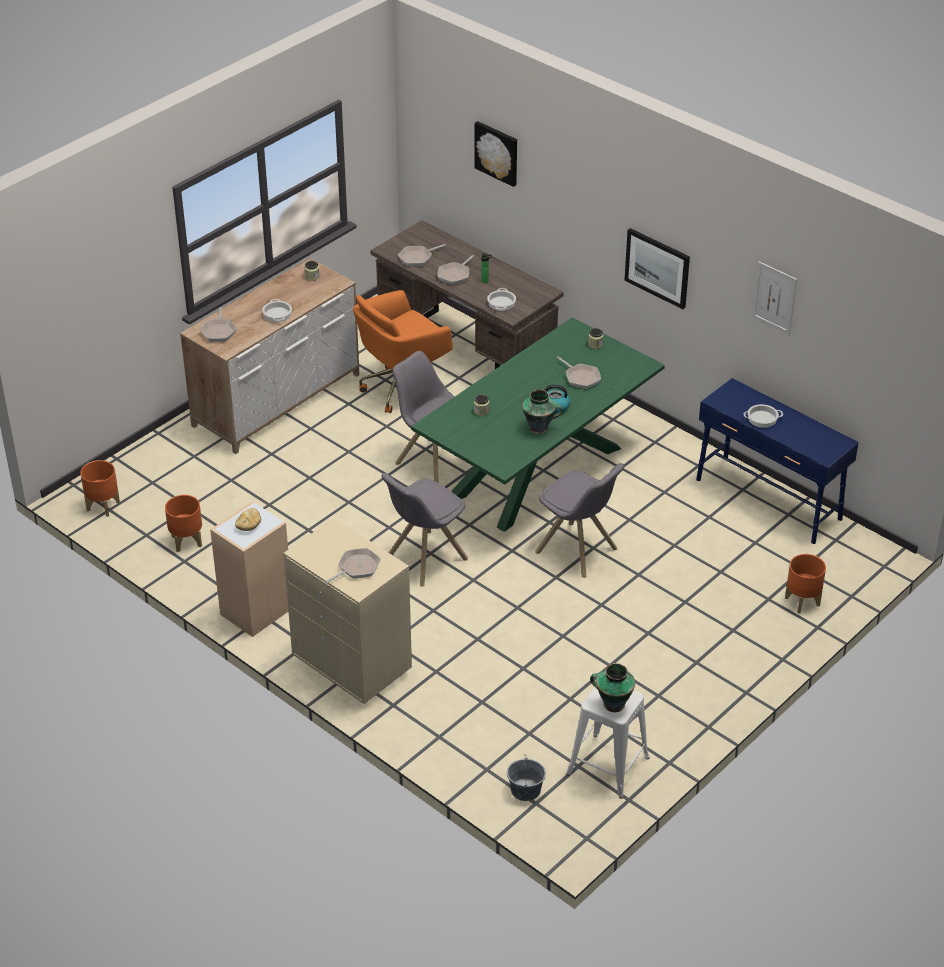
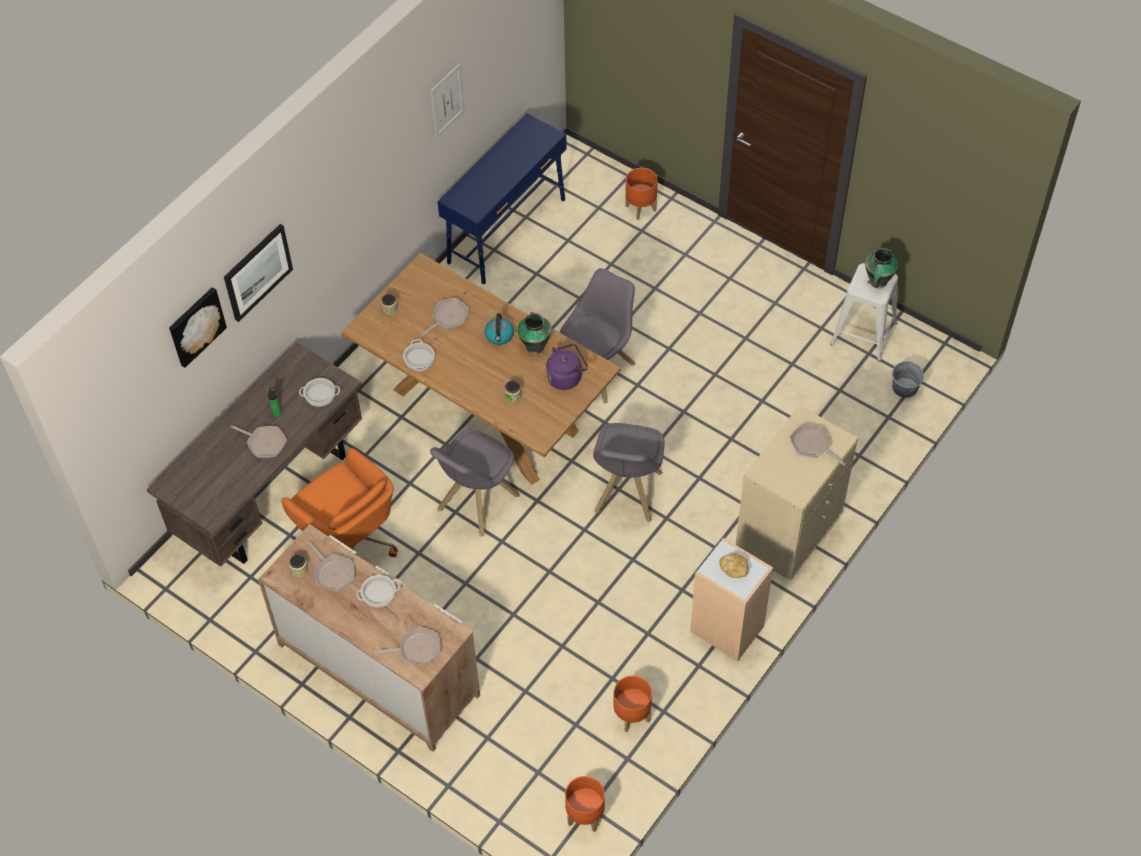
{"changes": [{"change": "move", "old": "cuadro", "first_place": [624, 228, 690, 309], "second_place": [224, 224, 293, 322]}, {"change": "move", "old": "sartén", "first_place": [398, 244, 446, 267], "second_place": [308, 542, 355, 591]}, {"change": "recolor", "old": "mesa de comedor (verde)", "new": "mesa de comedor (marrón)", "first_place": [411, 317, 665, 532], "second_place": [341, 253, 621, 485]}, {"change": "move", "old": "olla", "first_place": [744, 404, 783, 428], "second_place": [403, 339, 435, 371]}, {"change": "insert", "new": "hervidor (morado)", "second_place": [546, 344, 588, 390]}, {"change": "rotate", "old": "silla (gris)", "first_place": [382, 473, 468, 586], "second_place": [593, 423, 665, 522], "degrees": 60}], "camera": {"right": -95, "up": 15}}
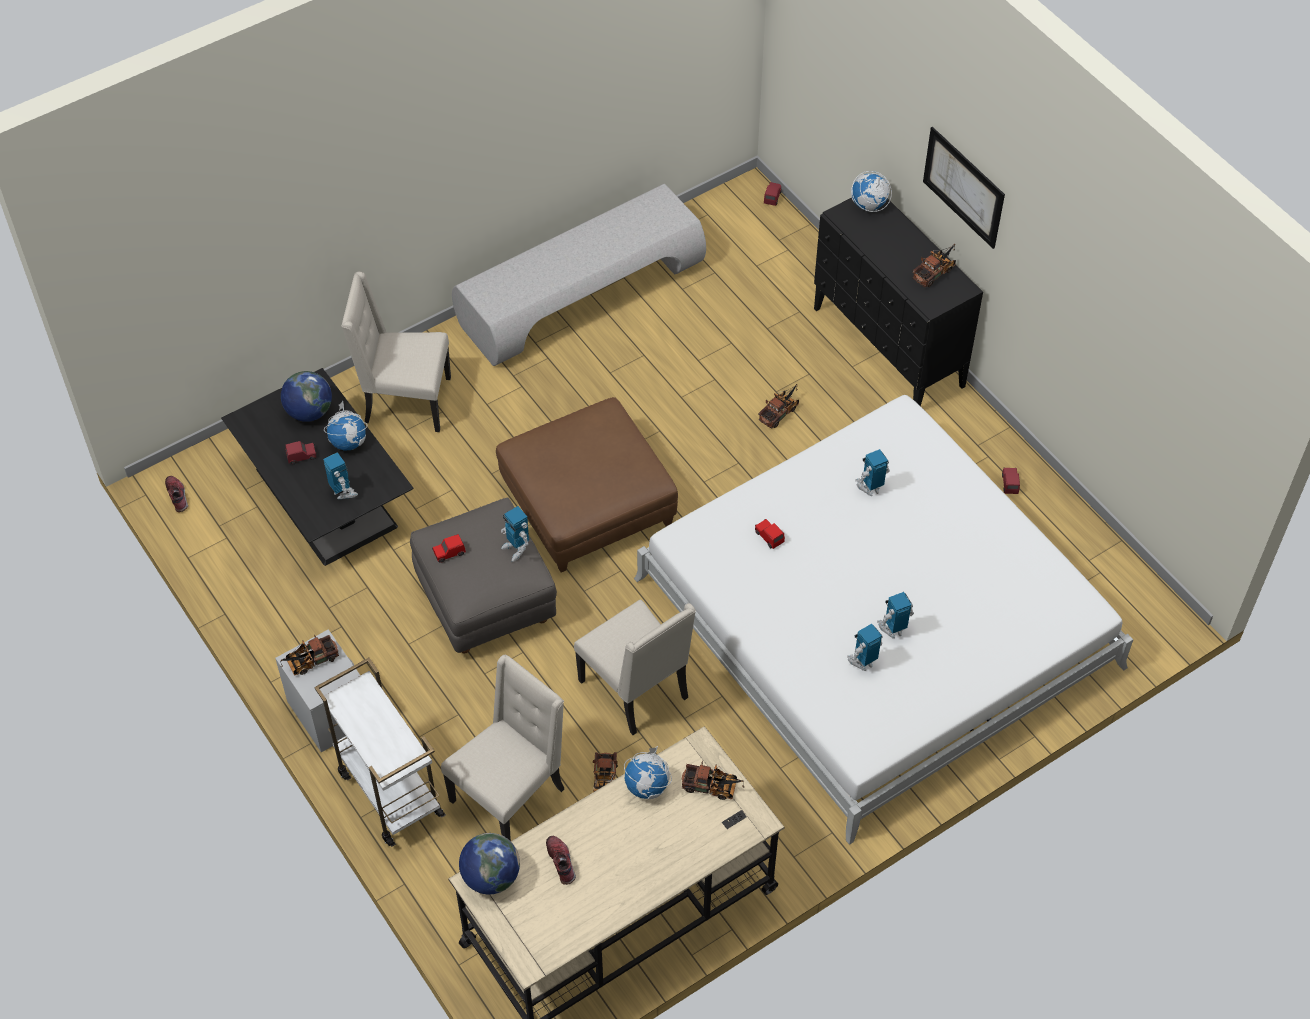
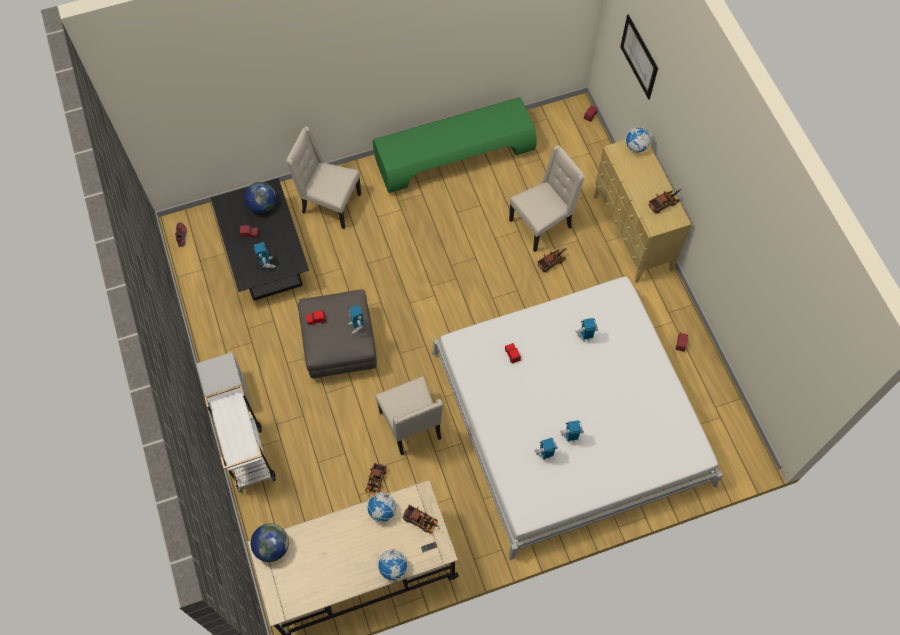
{"changes": [{"change": "recolor", "old": "banco (gris)", "new": "banco (verde)", "first_place": [452, 184, 706, 366], "second_place": [373, 97, 537, 193]}, {"change": "move", "old": "globo terráqueo", "first_place": [324, 401, 367, 450], "second_place": [376, 548, 409, 580]}, {"change": "move", "old": "silla (beis)", "first_place": [441, 655, 564, 841], "second_place": [509, 145, 585, 252]}, {"change": "recolor", "old": "cómoda (negro)", "new": "cómoda (beis)", "first_place": [814, 197, 983, 406], "second_place": [594, 140, 691, 283]}, {"change": "move", "old": "cuadro", "first_place": [923, 127, 1005, 249], "second_place": [620, 14, 658, 100]}, {"change": "delete", "old": "camión de juguete", "first_place": [280, 634, 339, 675]}, {"change": "delete", "old": "puf (marrón)", "first_place": [496, 397, 678, 572]}, {"change": "delete", "old": "zapato", "first_place": [546, 836, 576, 885]}], "camera": {"right": 15, "up": 10}}
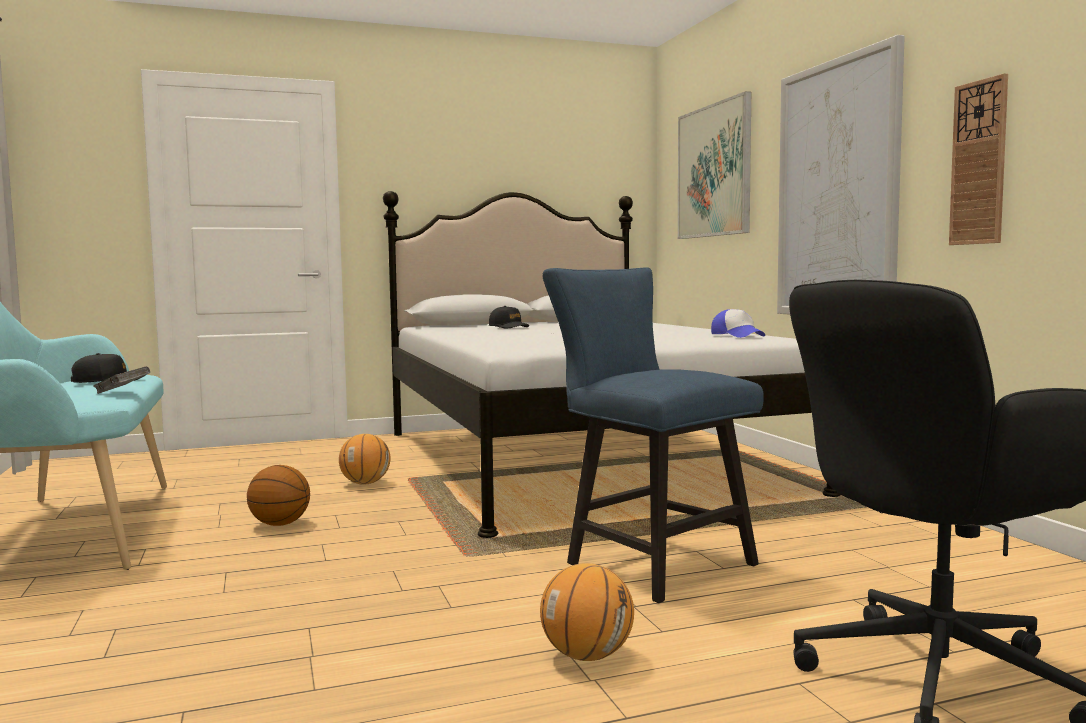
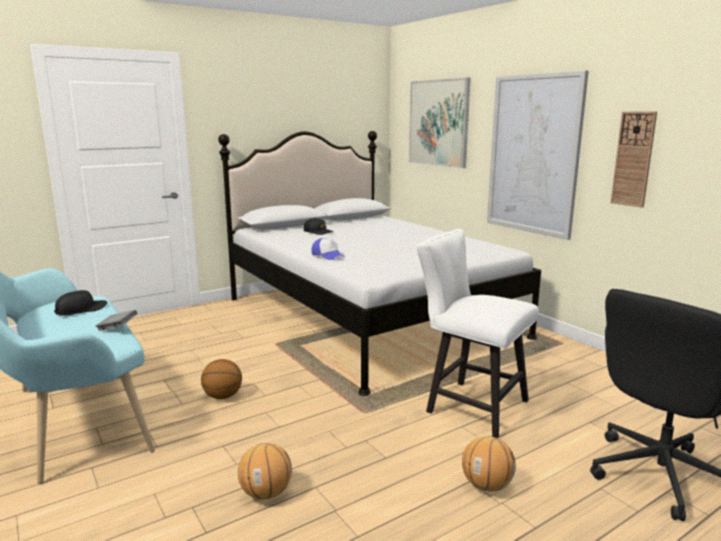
{"changes": [{"change": "move", "old": "balón de baloncesto", "first_place": [339, 434, 390, 485], "second_place": [238, 443, 292, 500]}, {"change": "move", "old": "gorra", "first_place": [711, 309, 765, 338], "second_place": [311, 238, 345, 260]}, {"change": "recolor", "old": "silla (azul)", "new": "silla (blanco)", "first_place": [542, 267, 764, 603], "second_place": [416, 229, 539, 438]}], "camera": {"right": -15, "up": 10}}
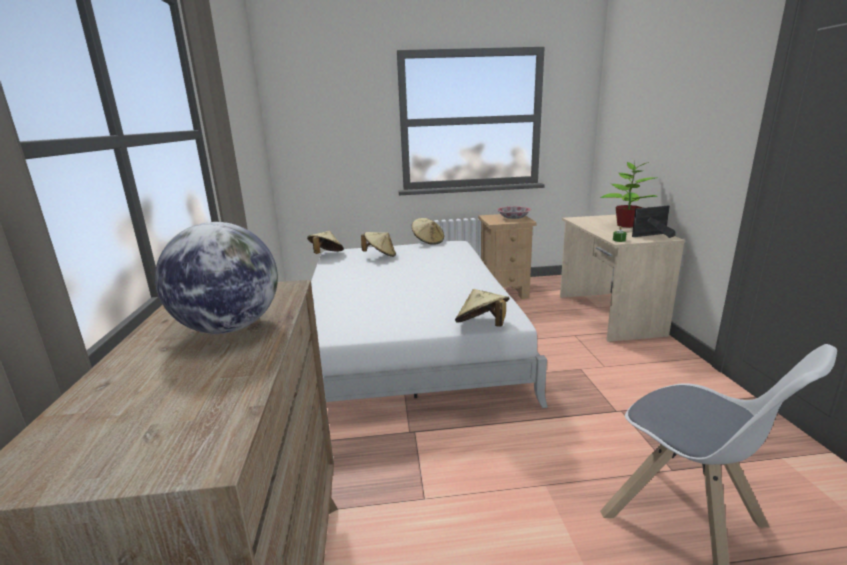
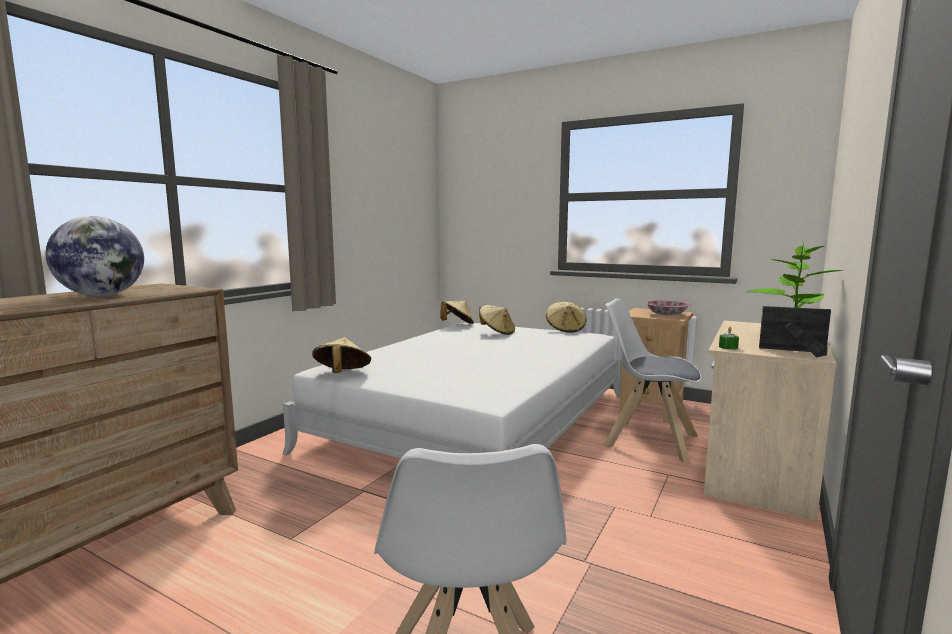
{"changes": [{"change": "move", "old": "sombrero (beis)", "first_place": [455, 289, 510, 327], "second_place": [312, 337, 371, 373]}, {"change": "insert", "new": "silla", "second_place": [603, 298, 702, 463]}], "camera": {"right": 35, "up": -10}}
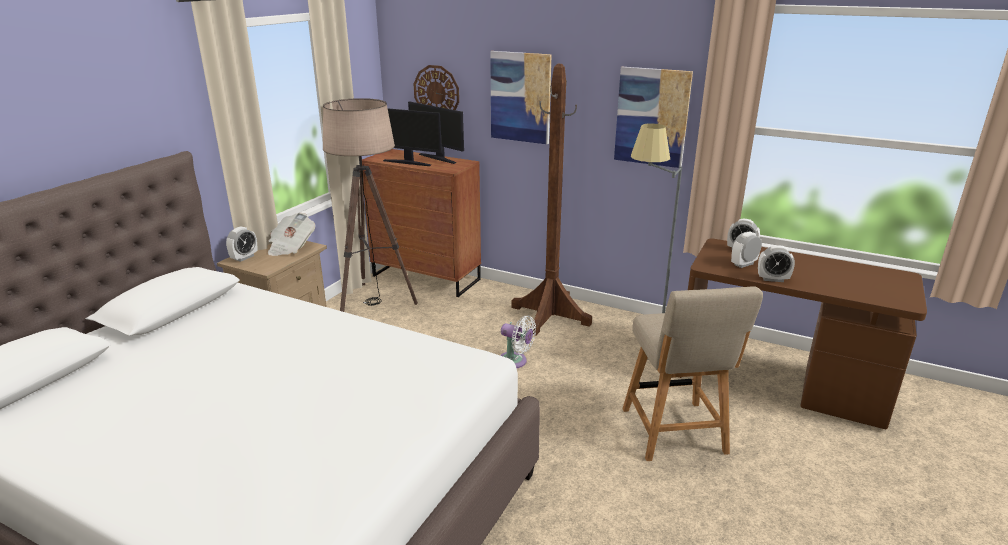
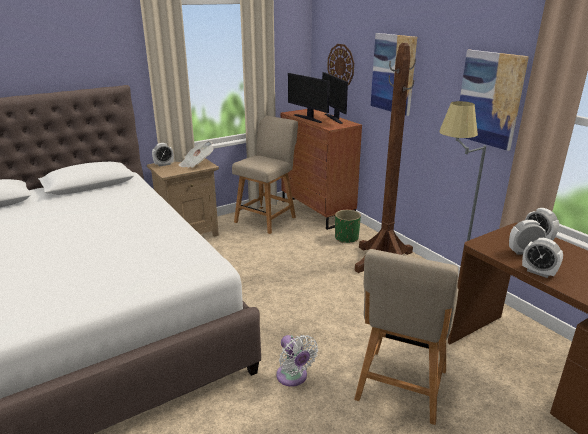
{"changes": [{"change": "replace", "old": "lámpara de pie", "new": "silla (beis)", "first_place": [323, 98, 418, 312], "second_place": [232, 116, 298, 234]}, {"change": "move", "old": "ventilador (blanco)", "first_place": [500, 316, 536, 368], "second_place": [276, 335, 318, 387]}, {"change": "insert", "new": "maceta (verde)", "second_place": [335, 210, 361, 243]}], "camera": {"right": 30, "up": 0}}
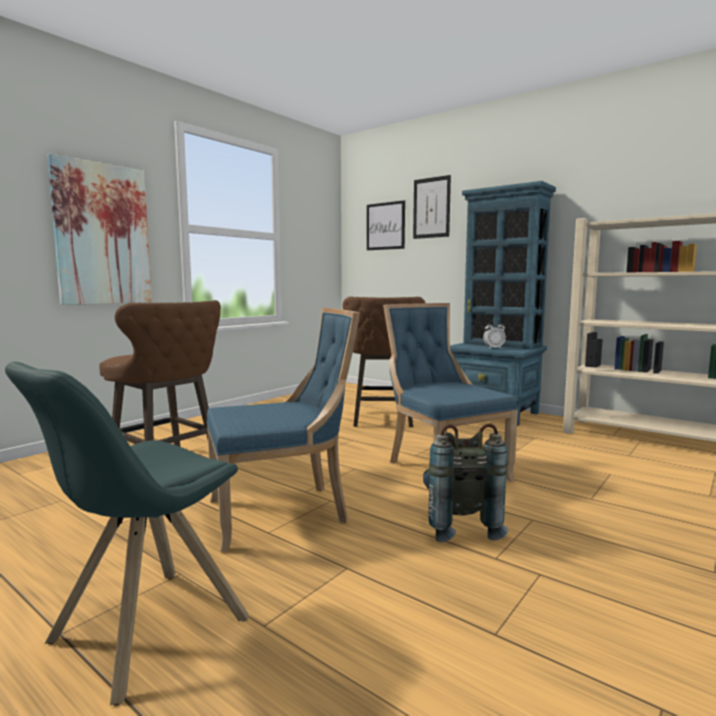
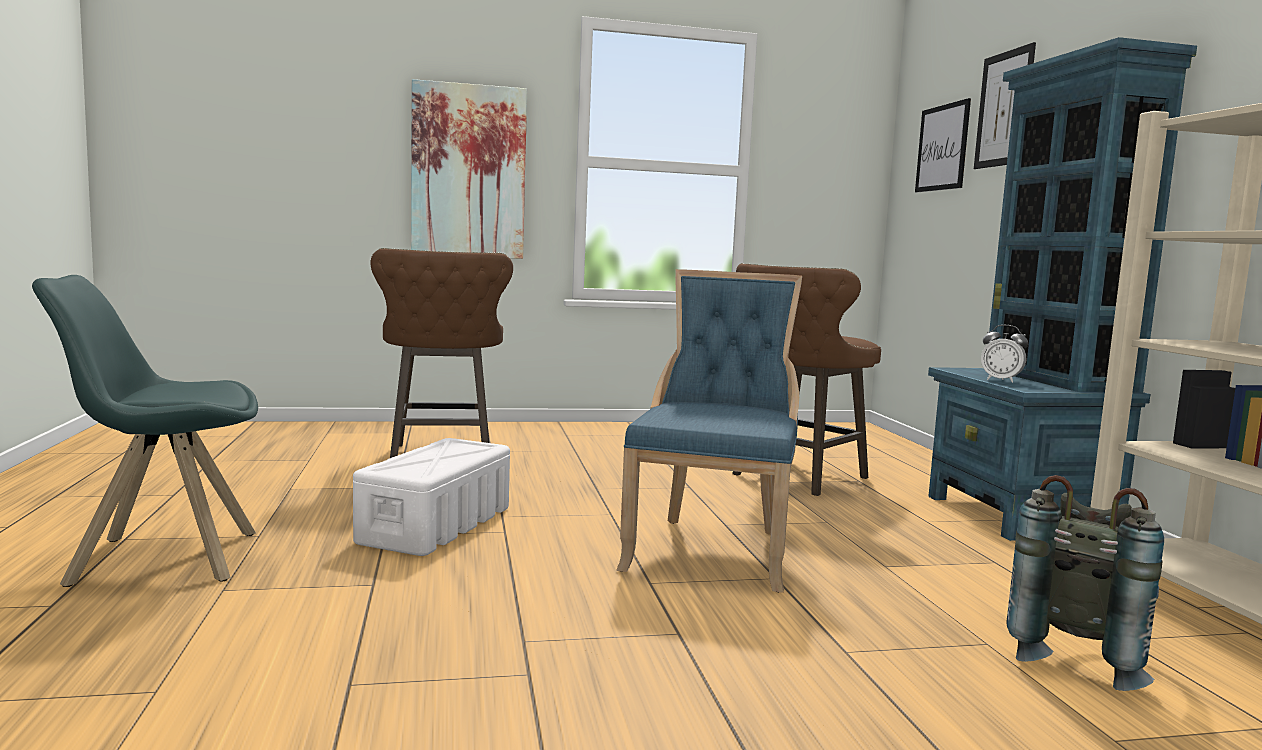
{"changes": [{"change": "replace", "old": "silla (azul)", "new": "caja de almacenaje (blanco)", "first_place": [207, 307, 360, 552], "second_place": [353, 438, 510, 556]}, {"change": "move", "old": "mochila (gris)", "first_place": [423, 423, 508, 542], "second_place": [1006, 475, 1164, 691]}], "camera": {"right": 40, "up": 0}}
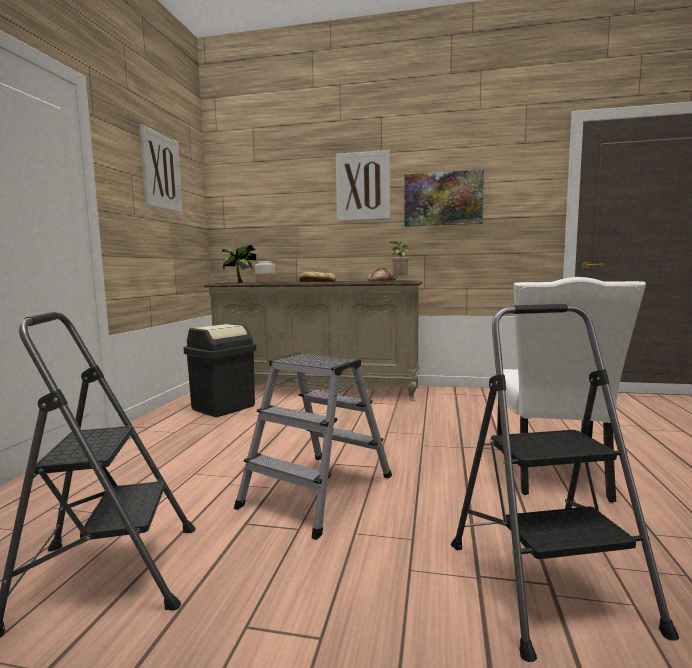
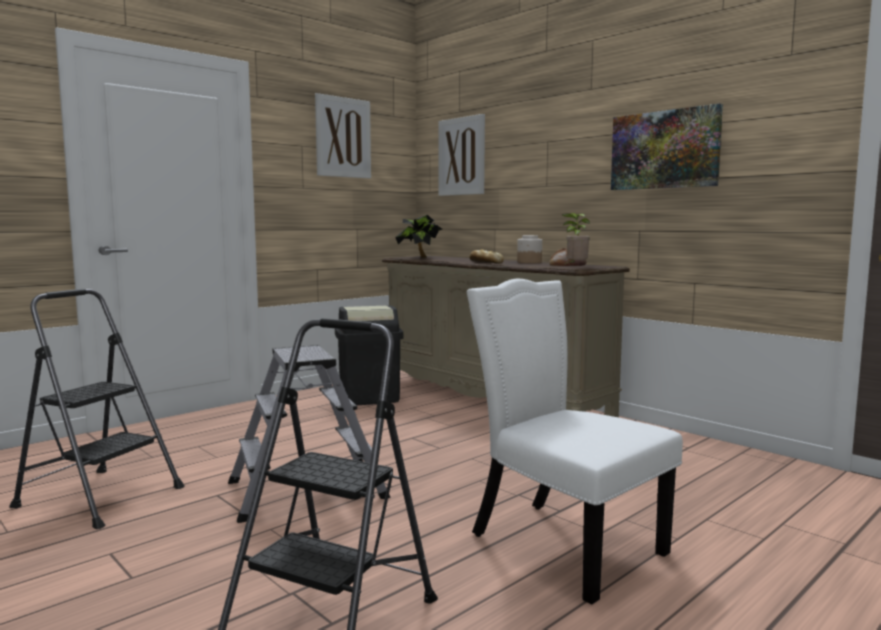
{"changes": [{"change": "move", "old": "cuadro", "first_place": [336, 150, 390, 221], "second_place": [438, 114, 485, 196]}, {"change": "rotate", "old": "silla (blanco)", "first_place": [495, 277, 646, 503], "second_place": [467, 279, 683, 605], "degrees": 90}, {"change": "move", "old": "tarro", "first_place": [255, 261, 275, 283], "second_place": [517, 235, 542, 263]}], "camera": {"right": 35, "up": 0}}
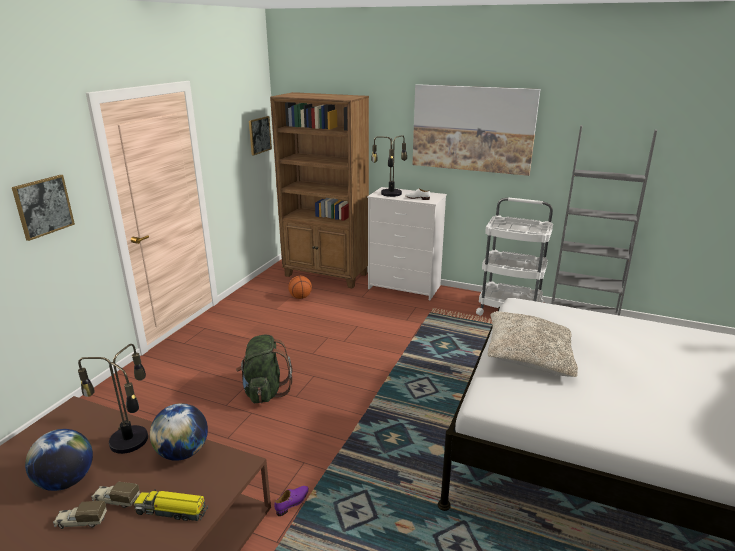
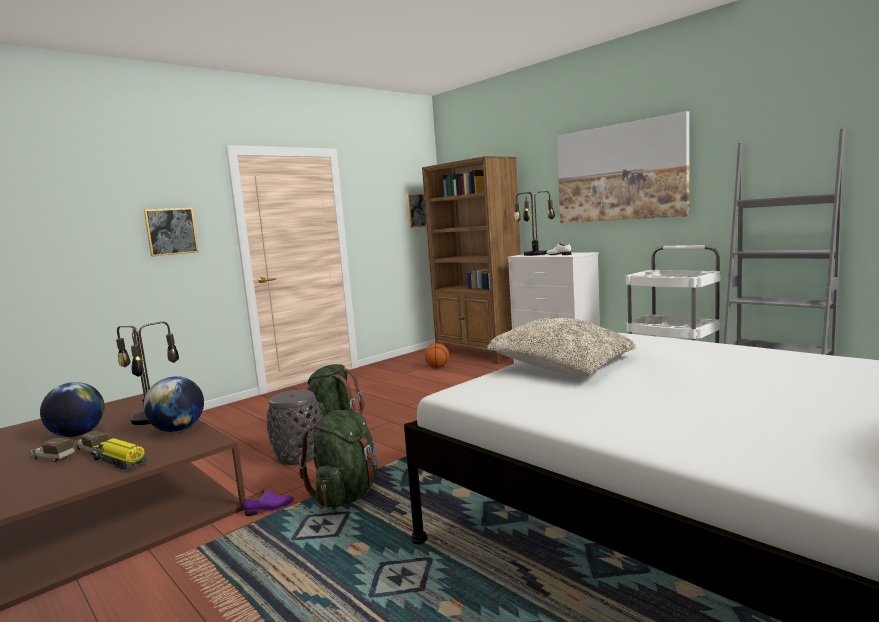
{"changes": [{"change": "insert", "new": "taburete (gris)", "second_place": [267, 390, 322, 465]}, {"change": "insert", "new": "mochila (verde)", "second_place": [299, 410, 378, 508]}], "camera": {"right": 25, "up": -15}}
